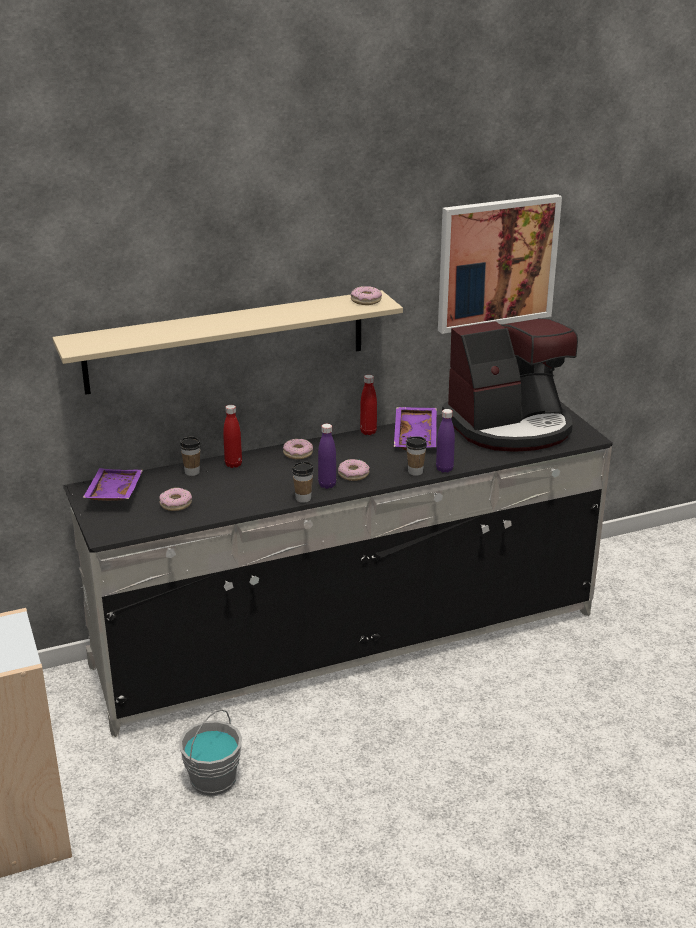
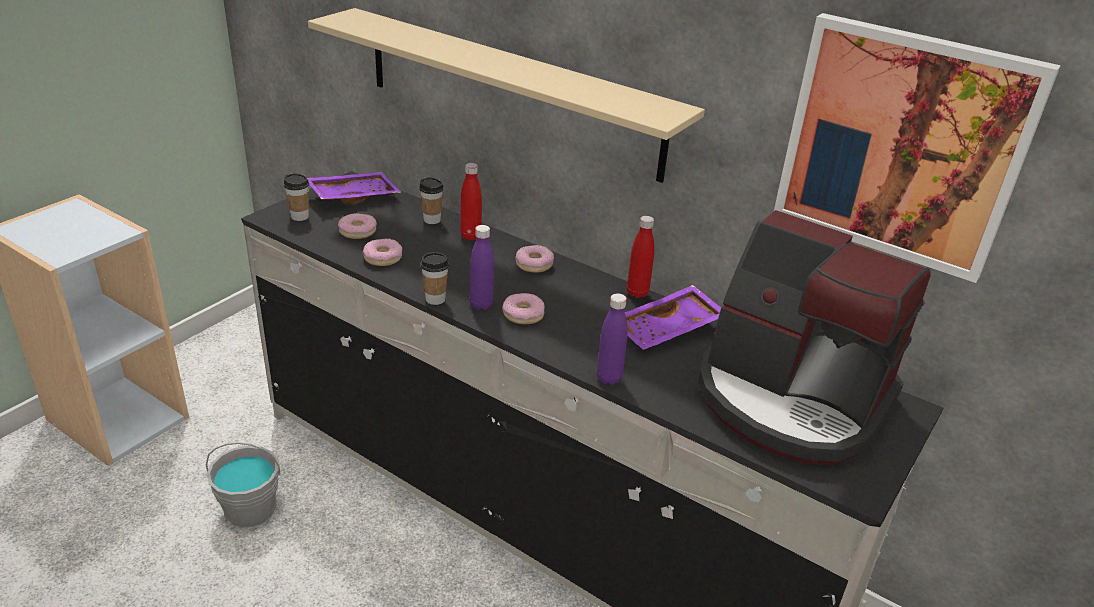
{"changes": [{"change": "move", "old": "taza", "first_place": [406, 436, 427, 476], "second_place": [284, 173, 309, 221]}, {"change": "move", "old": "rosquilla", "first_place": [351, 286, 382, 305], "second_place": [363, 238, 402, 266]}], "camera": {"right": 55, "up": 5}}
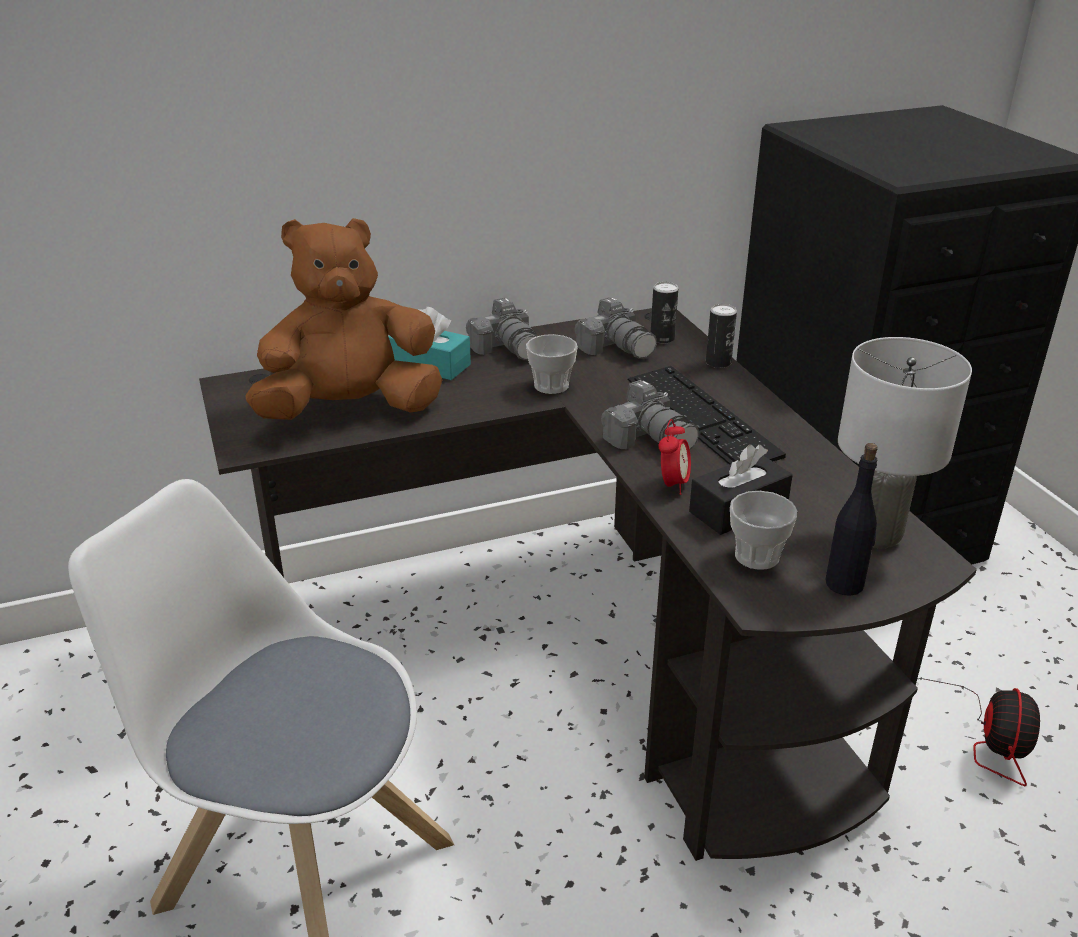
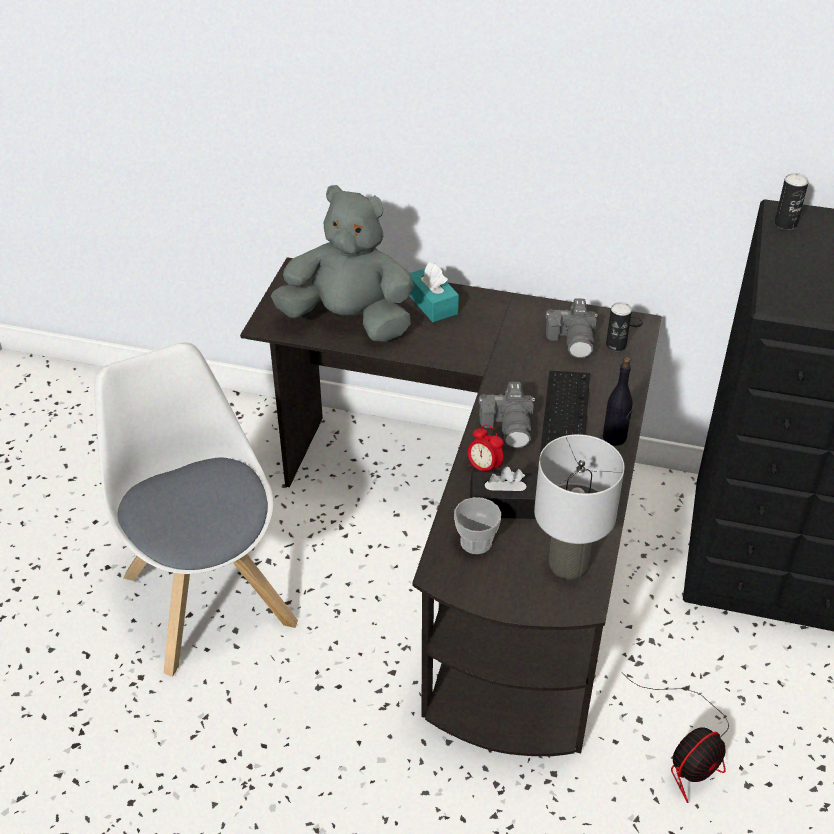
{"changes": [{"change": "recolor", "old": "peluche (marrón)", "new": "peluche (gris)", "first_place": [245, 218, 442, 420], "second_place": [271, 185, 414, 342]}, {"change": "rotate", "old": "despertador", "first_place": [659, 419, 691, 495], "second_place": [468, 425, 504, 472], "degrees": 75}, {"change": "move", "old": "botella (negro)", "first_place": [825, 443, 878, 596], "second_place": [603, 357, 633, 446]}, {"change": "move", "old": "lata", "first_place": [706, 304, 737, 368], "second_place": [774, 173, 809, 230]}, {"change": "delete", "old": "cámara", "first_place": [466, 298, 538, 360]}, {"change": "delete", "old": "taza", "first_place": [526, 334, 578, 394]}], "camera": {"right": 35, "up": 10}}
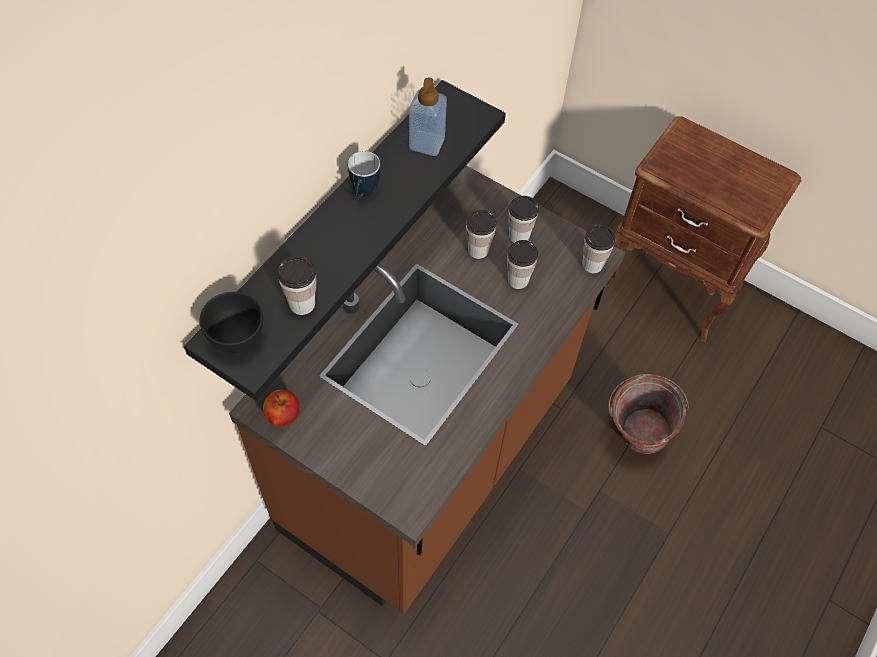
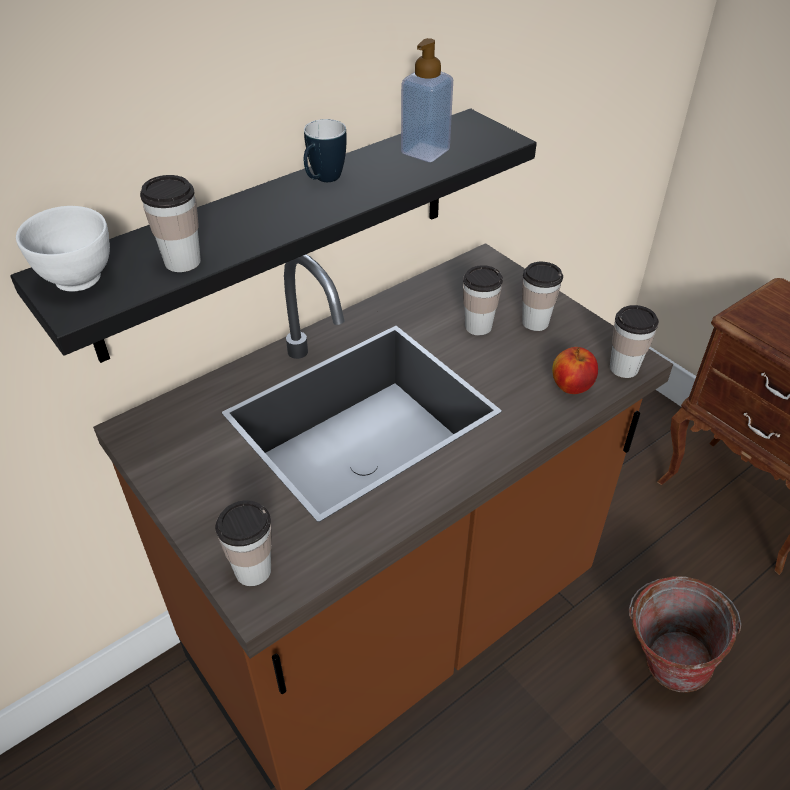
{"changes": [{"change": "recolor", "old": "cuenco (negro)", "new": "cuenco (blanco)", "first_place": [200, 292, 263, 353], "second_place": [16, 206, 110, 292]}, {"change": "move", "old": "taza", "first_place": [507, 240, 538, 289], "second_place": [215, 500, 272, 586]}, {"change": "move", "old": "manzana", "first_place": [263, 390, 299, 427], "second_place": [552, 347, 598, 394]}], "camera": {"right": 20, "up": -15}}
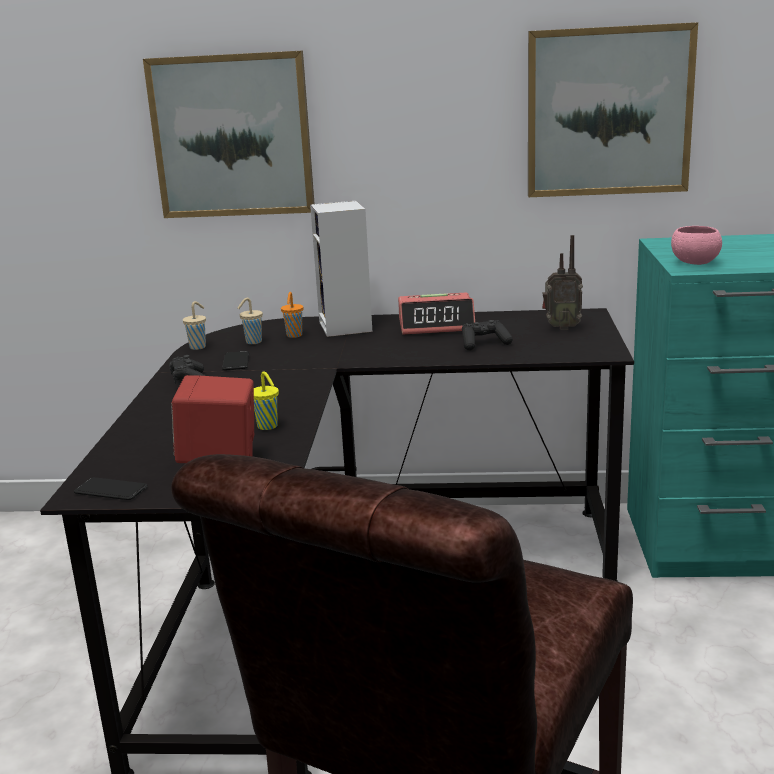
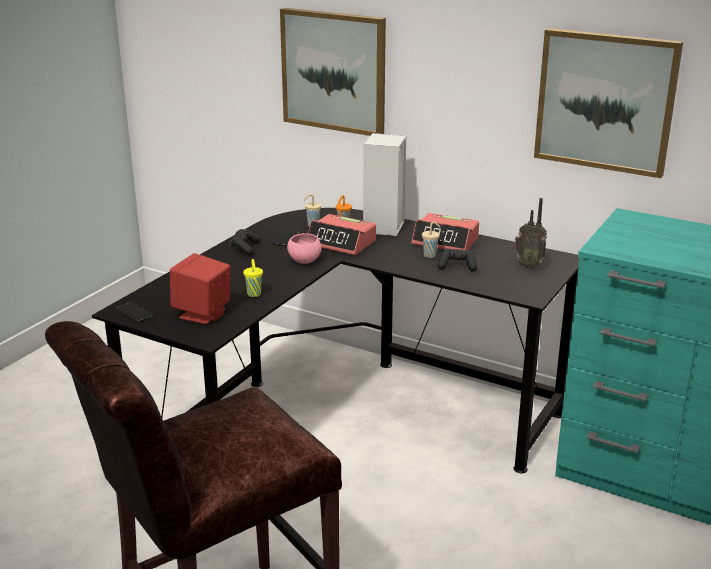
{"changes": [{"change": "move", "old": "cuenco (rosa)", "first_place": [671, 226, 722, 265], "second_place": [287, 233, 321, 264]}, {"change": "insert", "new": "despertador", "second_place": [308, 214, 376, 255]}, {"change": "move", "old": "taza (beis)", "first_place": [183, 301, 206, 350], "second_place": [422, 221, 440, 258]}], "camera": {"right": 25, "up": 5}}
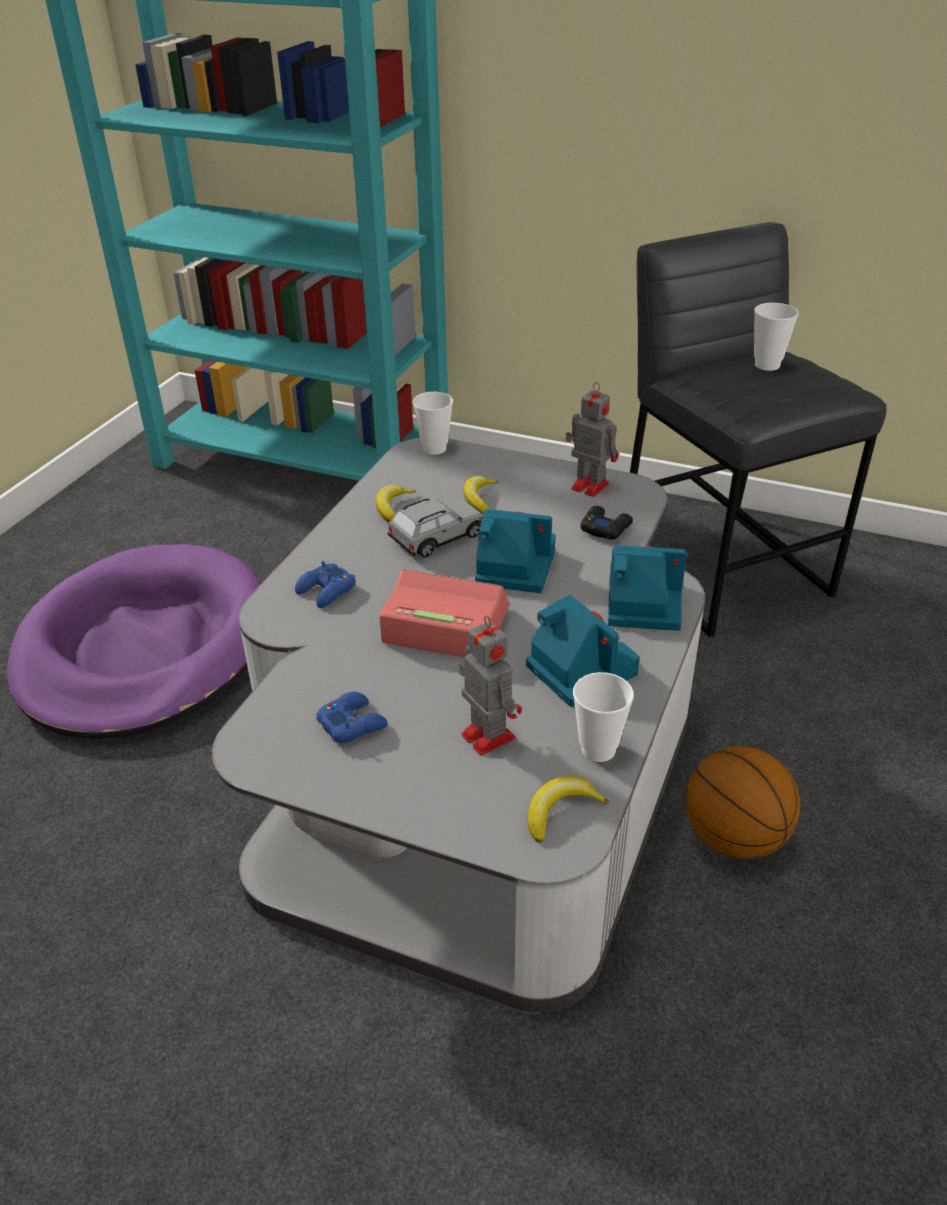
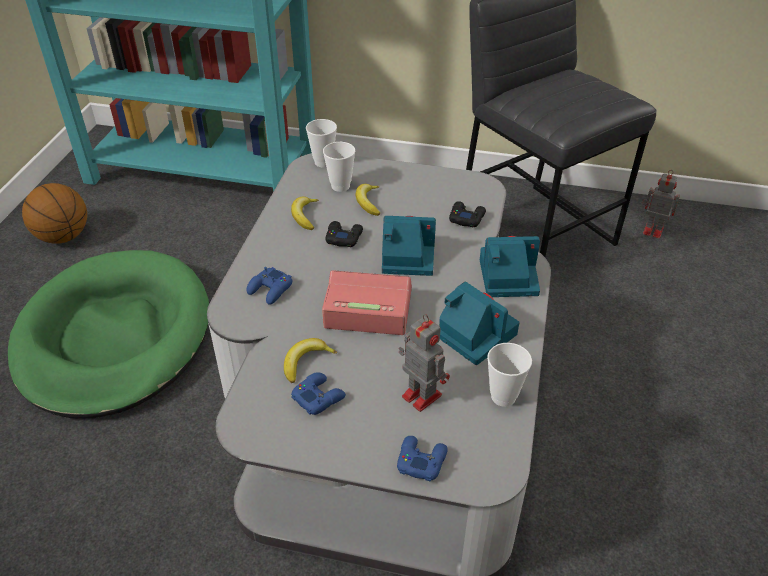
{"changes": [{"change": "recolor", "old": "cama para perro (morado)", "new": "cama para perro (verde)", "first_place": [7, 544, 261, 739], "second_place": [8, 250, 209, 418]}, {"change": "move", "old": "balón de baloncesto", "first_place": [686, 746, 800, 859], "second_place": [22, 183, 87, 244]}, {"change": "move", "old": "plátano", "first_place": [527, 776, 609, 842], "second_place": [284, 338, 337, 383]}, {"change": "move", "old": "taza", "first_place": [754, 303, 799, 371], "second_place": [323, 142, 355, 192]}, {"change": "replace", "old": "coche de juguete (gris)", "new": "mando de consola (negro)", "first_place": [387, 497, 483, 558], "second_place": [326, 221, 363, 247]}, {"change": "insert", "new": "mando de consola (azul)", "second_place": [397, 436, 448, 482]}, {"change": "move", "old": "robot de juguete", "first_place": [566, 382, 619, 497], "second_place": [642, 171, 680, 239]}], "camera": {"right": -10, "up": 5}}
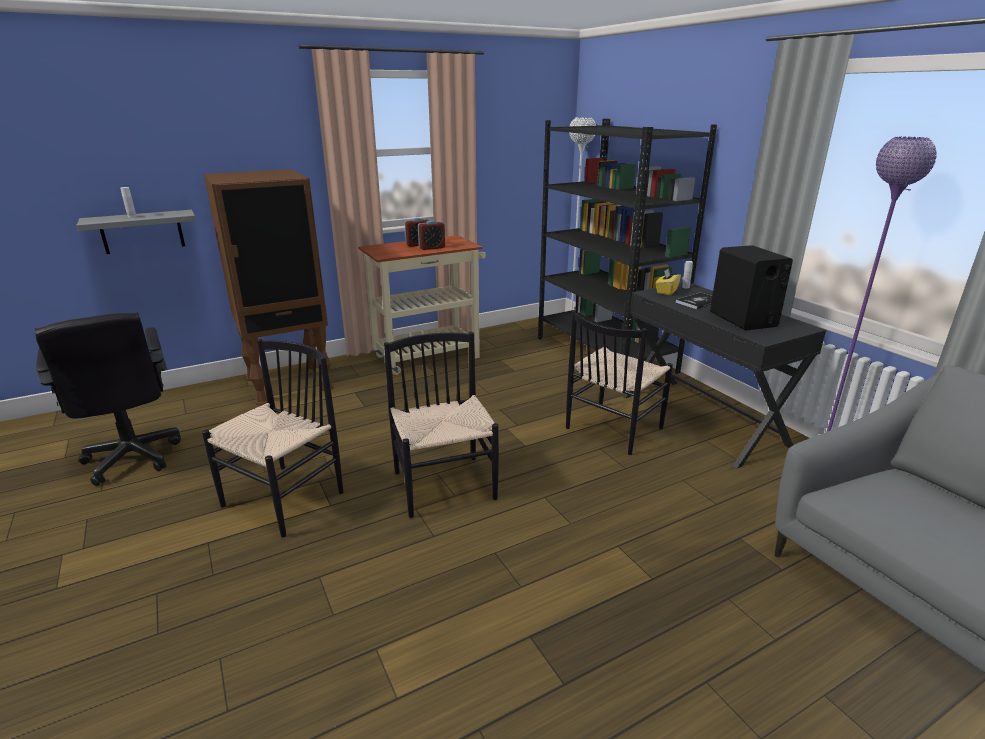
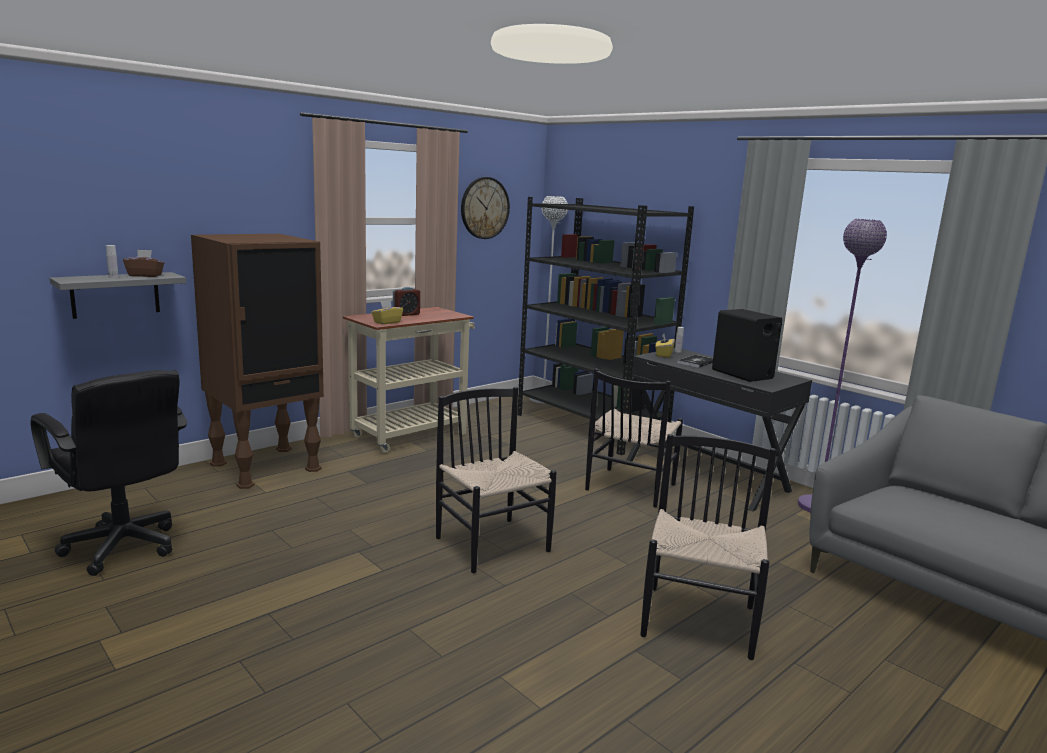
{"changes": [{"change": "insert", "new": "caja de pañuelos (marrón)", "second_place": [123, 249, 164, 277]}, {"change": "insert", "new": "caja de pañuelos (amarillo)", "second_place": [371, 300, 403, 324]}, {"change": "insert", "new": "reloj de pared", "second_place": [461, 177, 510, 239]}, {"change": "move", "old": "silla (negro)", "first_place": [202, 339, 344, 538], "second_place": [640, 434, 777, 660]}, {"change": "delete", "old": "despertador", "first_place": [418, 220, 445, 250]}], "camera": {"right": -15, "up": -10}}
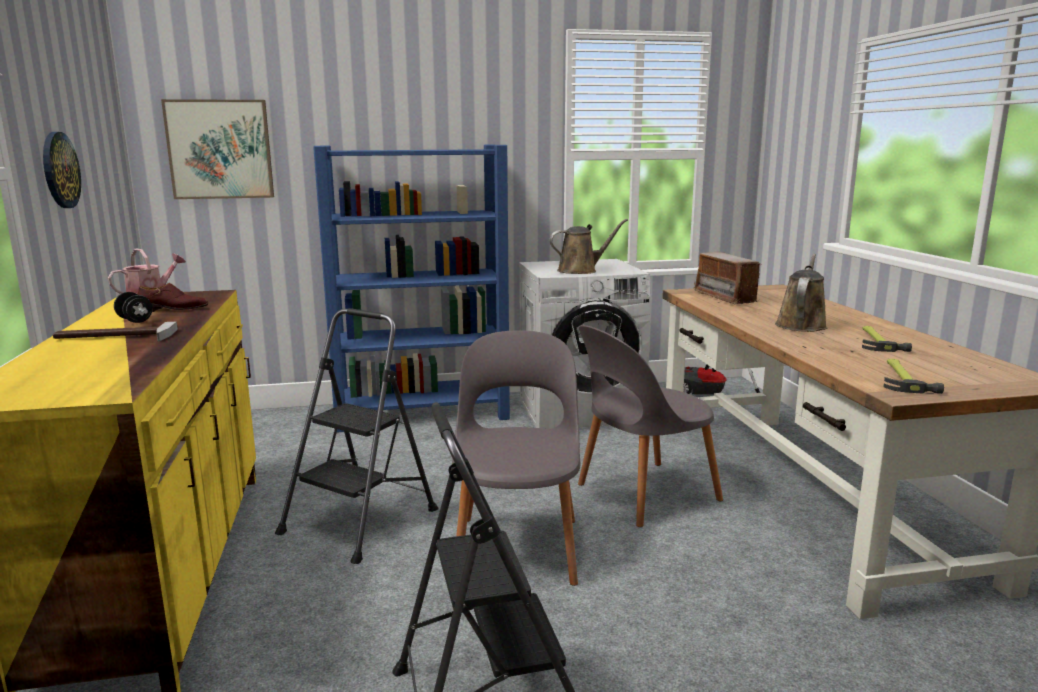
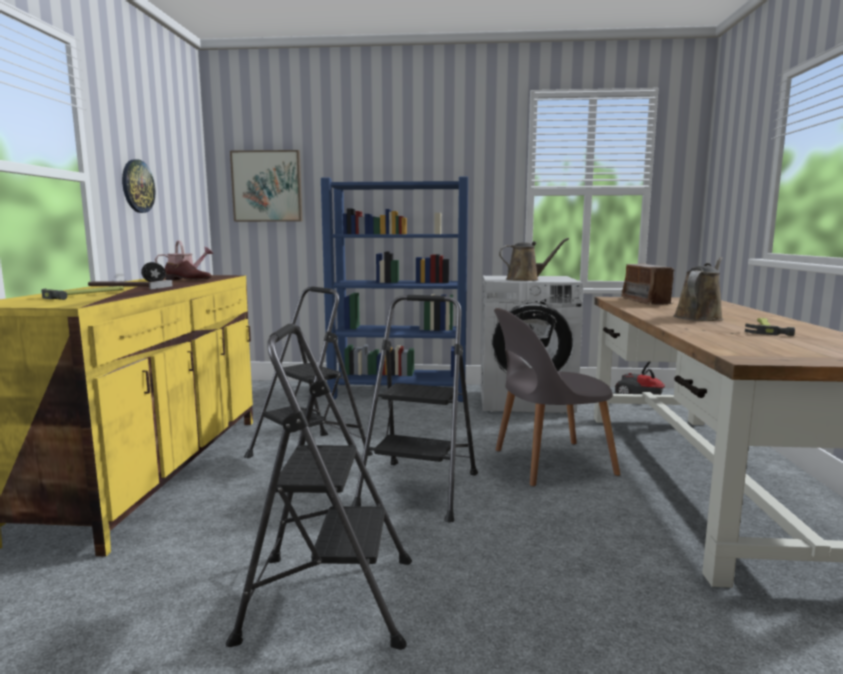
{"changes": [{"change": "move", "old": "martillo", "first_place": [883, 359, 944, 394], "second_place": [41, 286, 124, 300]}, {"change": "replace", "old": "silla (gris)", "new": "escalera de tijera (negro)", "first_place": [452, 331, 580, 586], "second_place": [352, 295, 478, 522]}], "camera": {"right": 15, "up": -5}}
